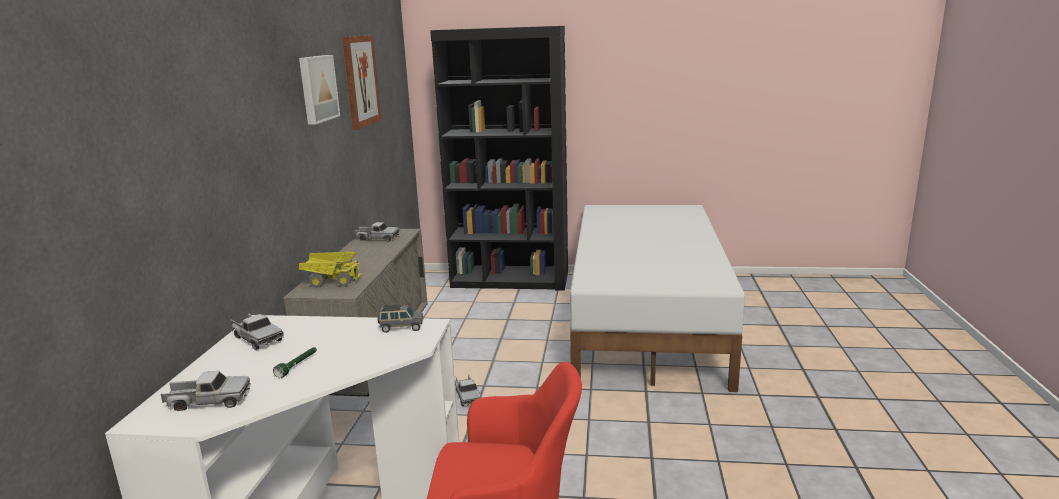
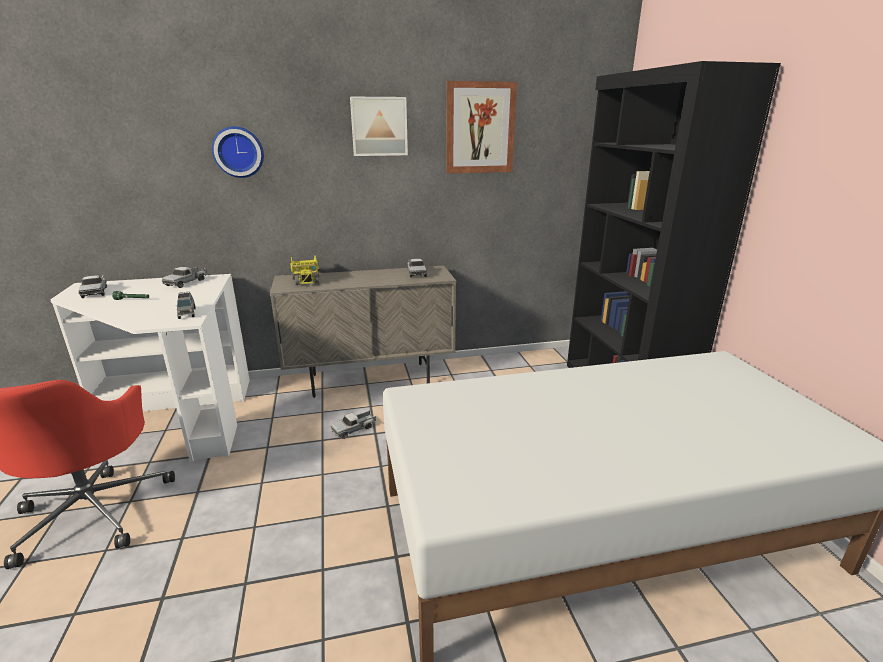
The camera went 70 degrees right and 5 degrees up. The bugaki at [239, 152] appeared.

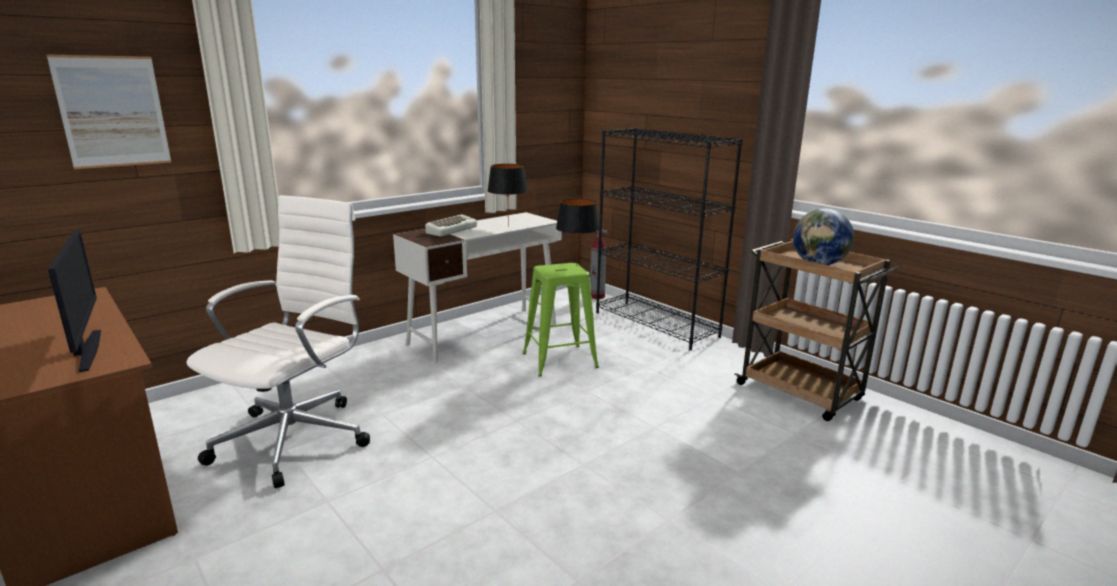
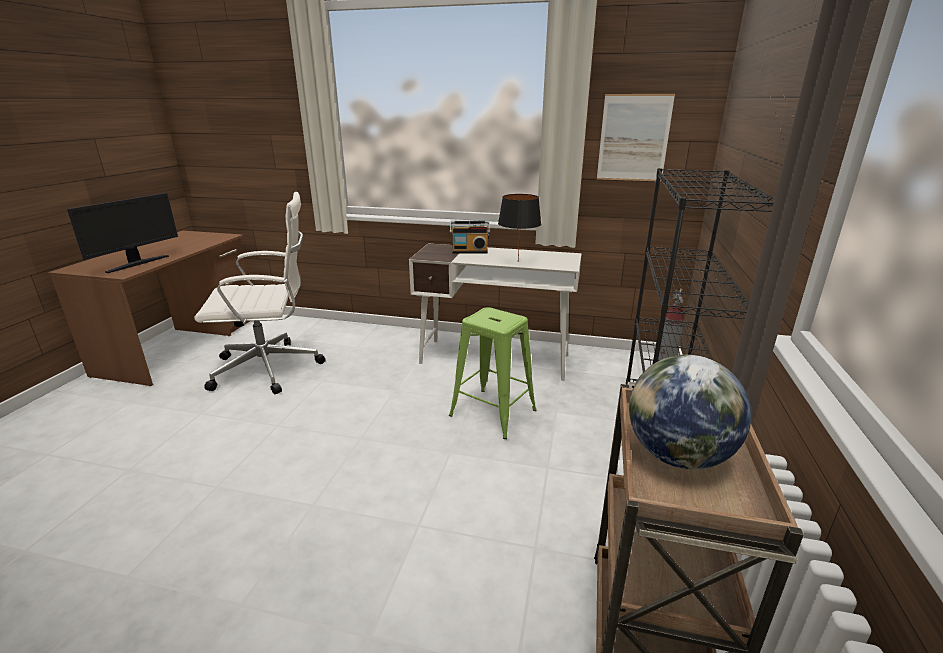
The camera went 55 degrees right and 5 degrees up. The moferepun moved from [113, 112] to [633, 138]. The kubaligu at [451, 230] was replaced by the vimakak at [469, 251]. The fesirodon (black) at [577, 266] disappeared.

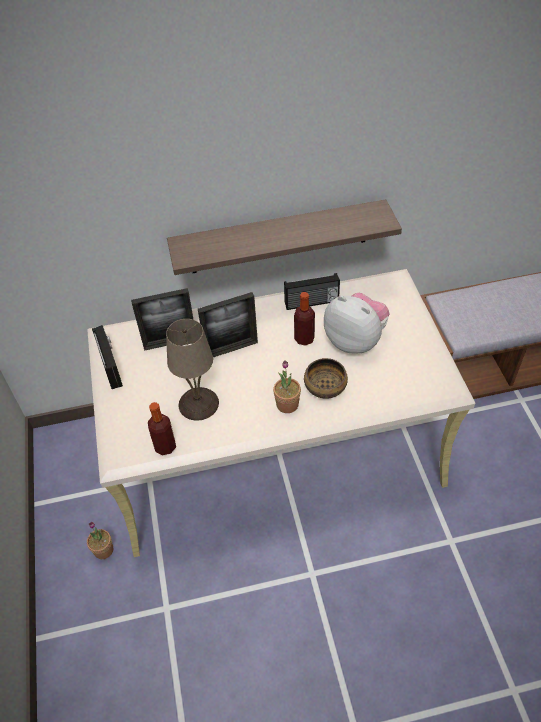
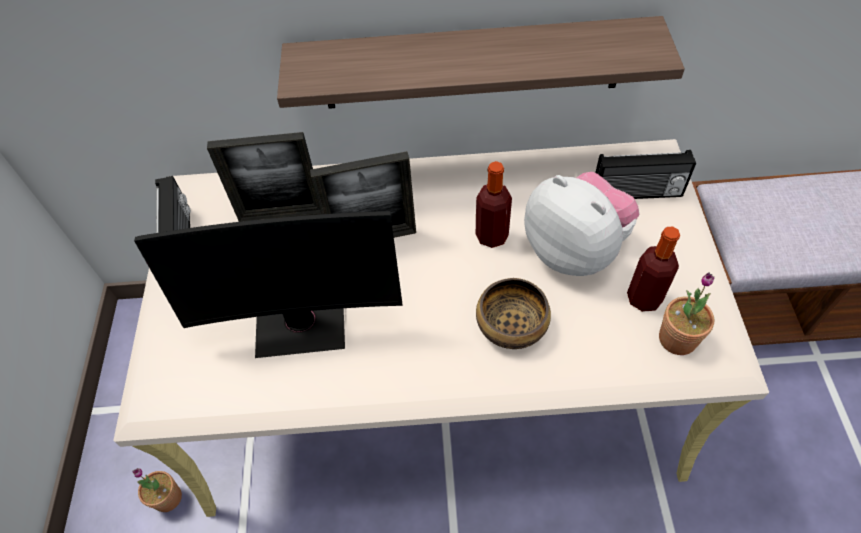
The camera went 10 degrees right and 5 degrees up. The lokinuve moved from [165, 446] to [644, 298]. The fesirodon (beige) at [199, 403] was replaced by the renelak at [301, 324]. The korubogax moved from [287, 404] to [677, 339]. The vimakak moved from [311, 303] to [637, 193].

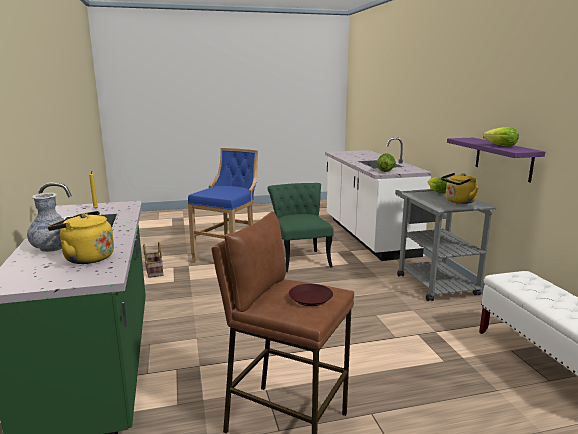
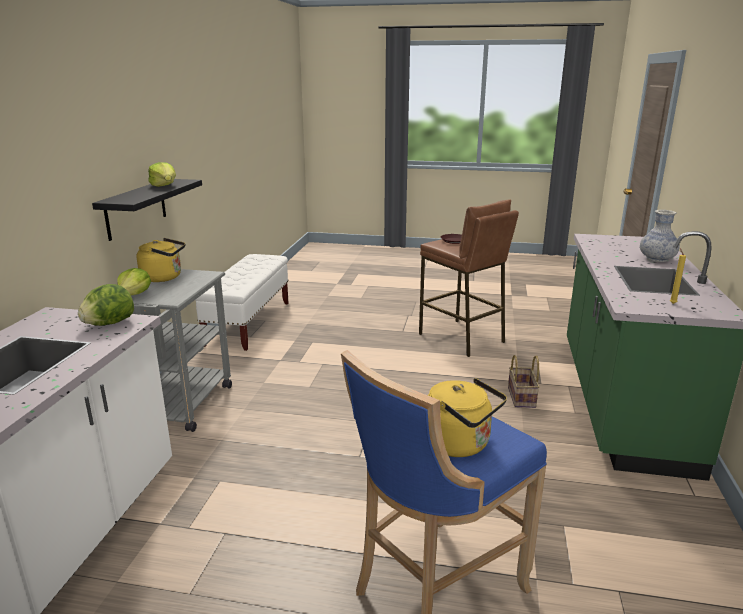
The camera went 155 degrees left and 5 degrees up. The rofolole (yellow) moved from [86, 258] to [460, 444]. The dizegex moved from [153, 271] to [522, 398]. The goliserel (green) at [300, 258] disappeared. The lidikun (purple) at [503, 158] became the lidikun (black) at [136, 208].

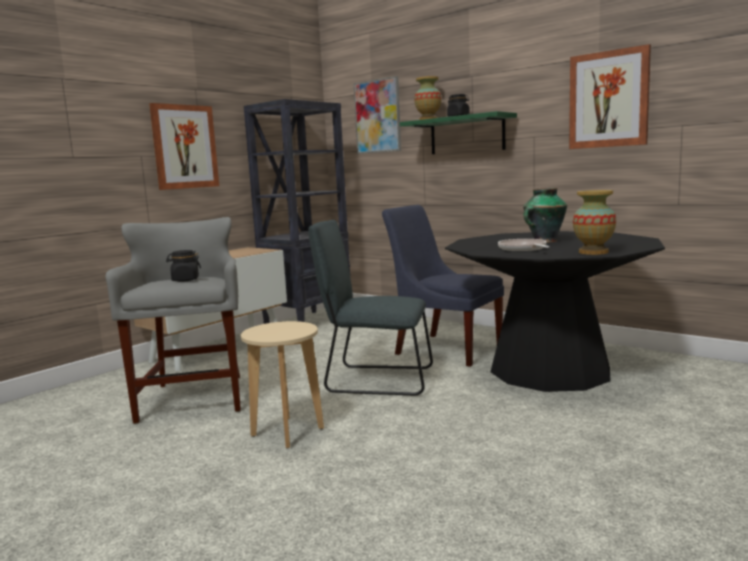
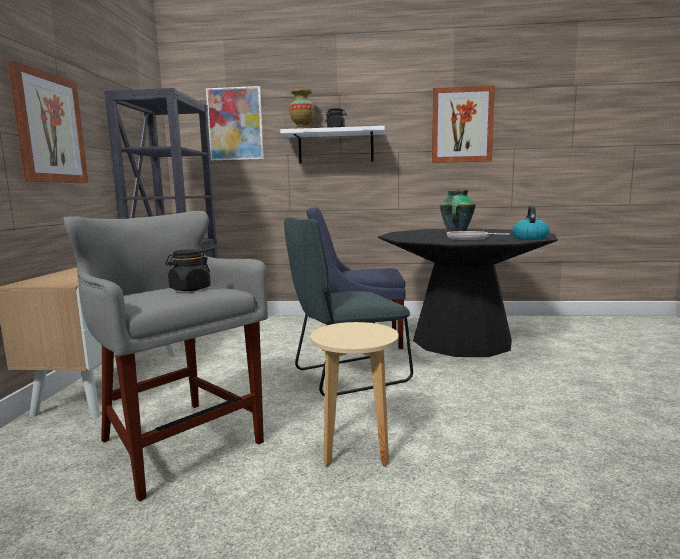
The camera went 35 degrees left and 0 degrees up. The lidikun (green) at [467, 135] became the lidikun (white) at [335, 147]. The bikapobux at [593, 252] was replaced by the rofolole at [529, 238].

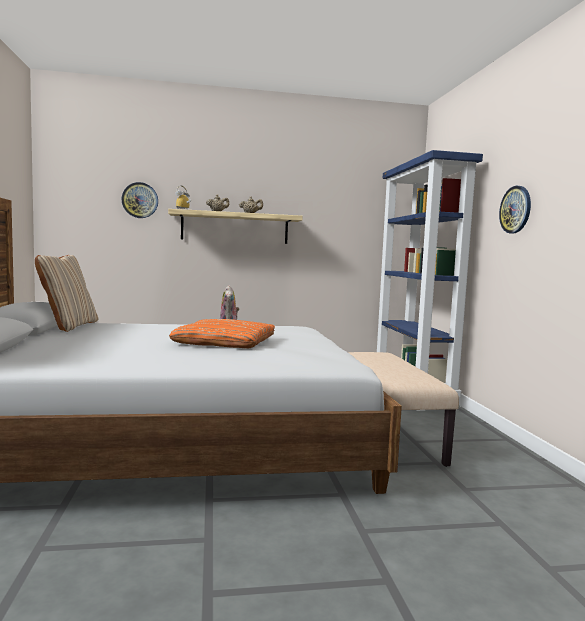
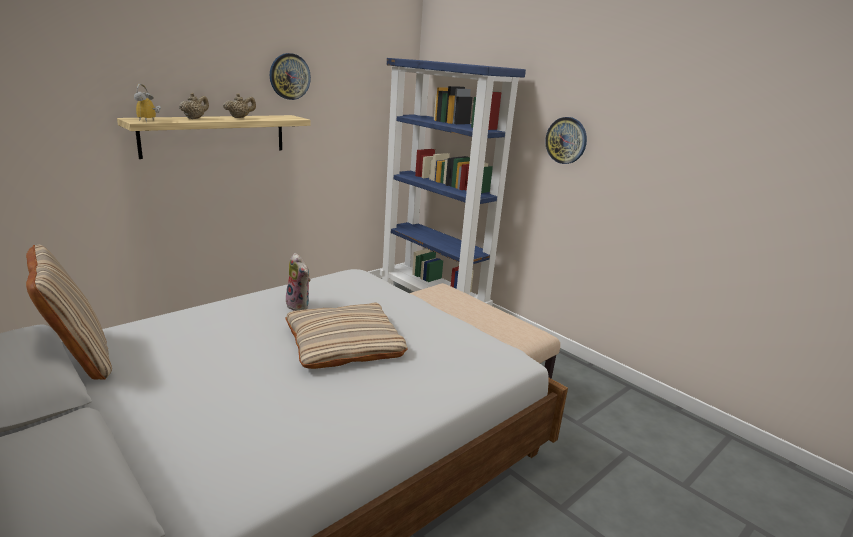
The camera went 35 degrees left and 15 degrees up. The bugaki moved from [140, 200] to [289, 76]. The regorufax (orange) at [224, 342] became the regorufax (beige) at [344, 343].

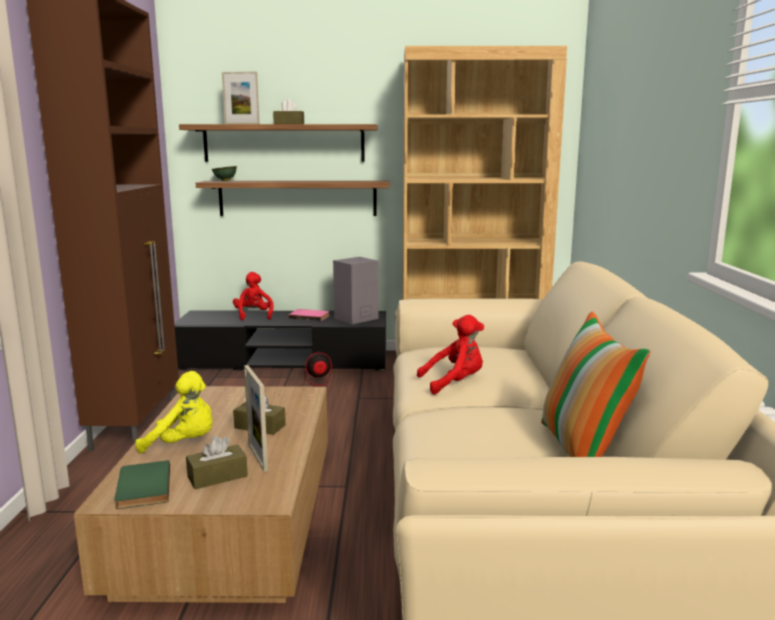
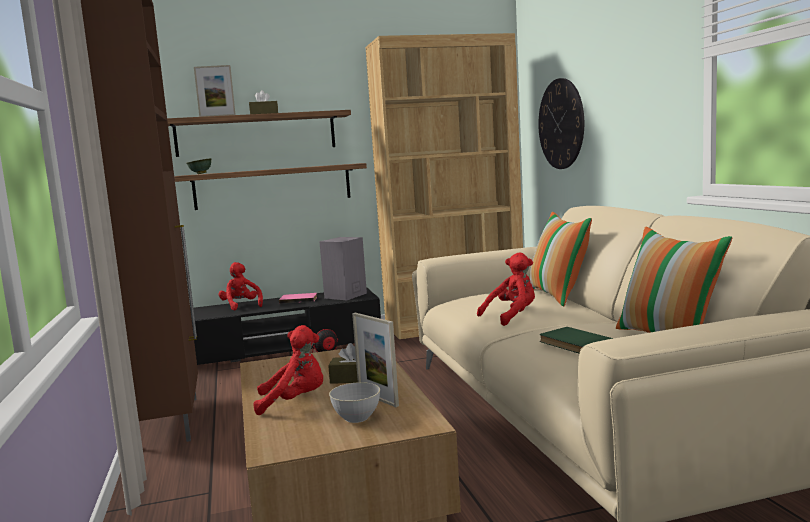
The camera went 15 degrees left and 5 degrees down. The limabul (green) moved from [141, 487] to [574, 344]. The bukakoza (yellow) at [184, 444] became the bukakoza (red) at [295, 402]. The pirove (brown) at [217, 476] was replaced by the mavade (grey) at [356, 418]. The regorufax at [558, 296] appeared. The bugaki at [561, 124] appeared.

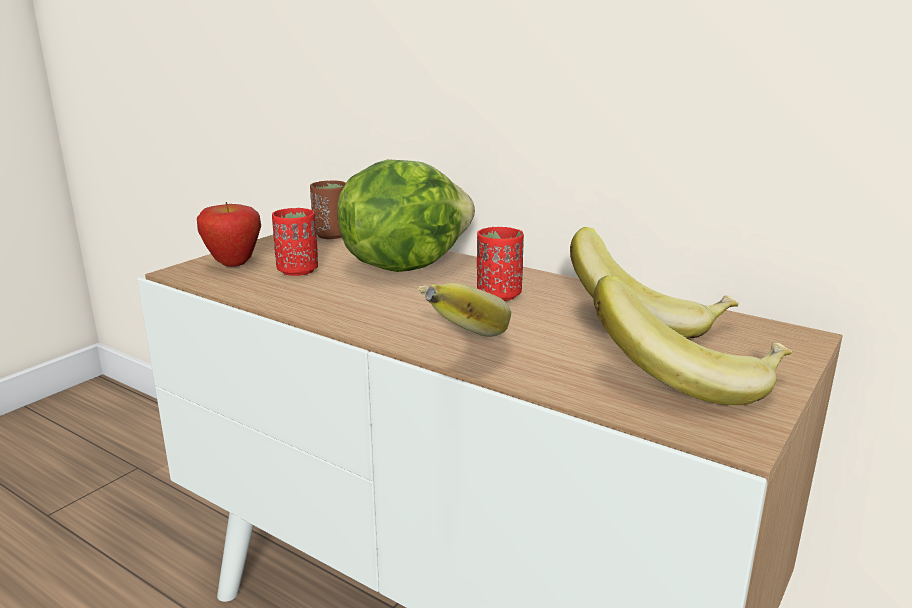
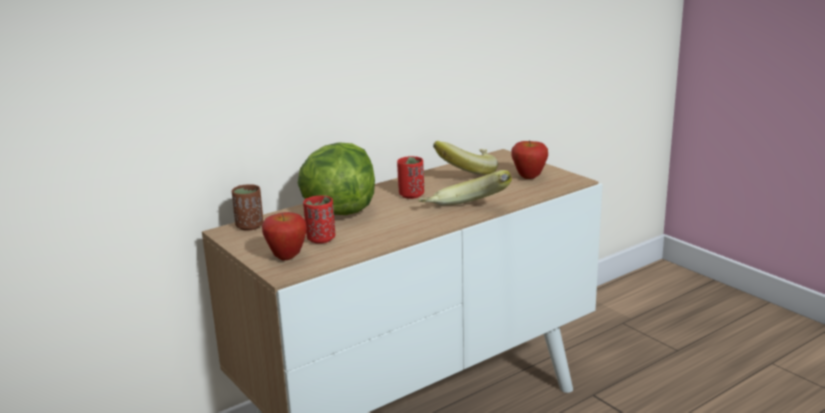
The camera went 70 degrees left and 0 degrees up. The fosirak at [688, 379] was replaced by the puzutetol at [529, 177].

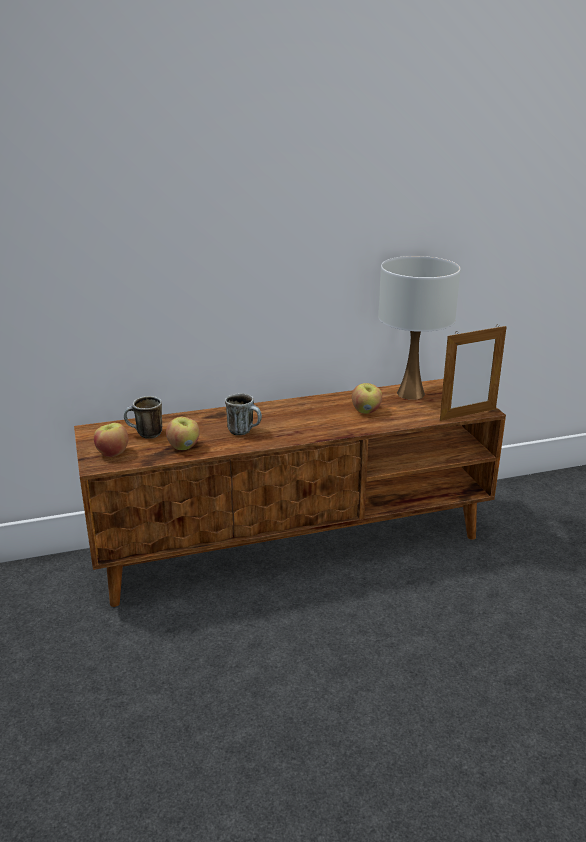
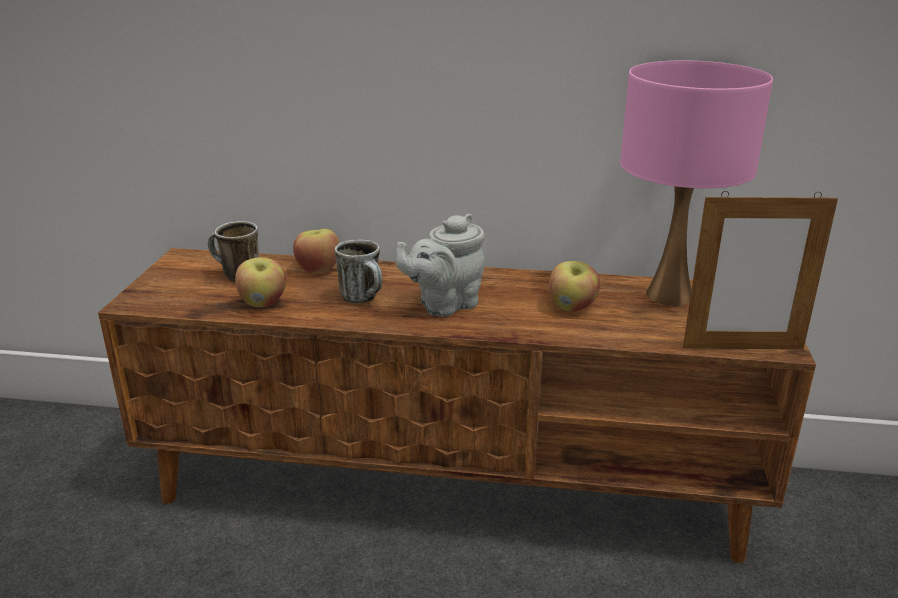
The camera went 25 degrees right and 0 degrees up. The puzutetol moved from [112, 453] to [318, 269]. The fesirodon (white) at [411, 393] became the fesirodon (pink) at [670, 295]. The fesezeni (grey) at [444, 305] appeared.

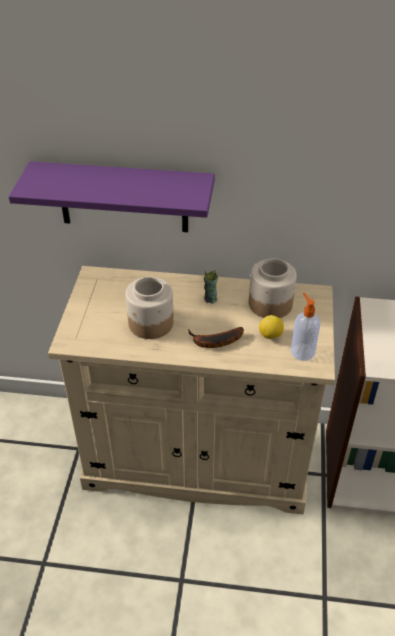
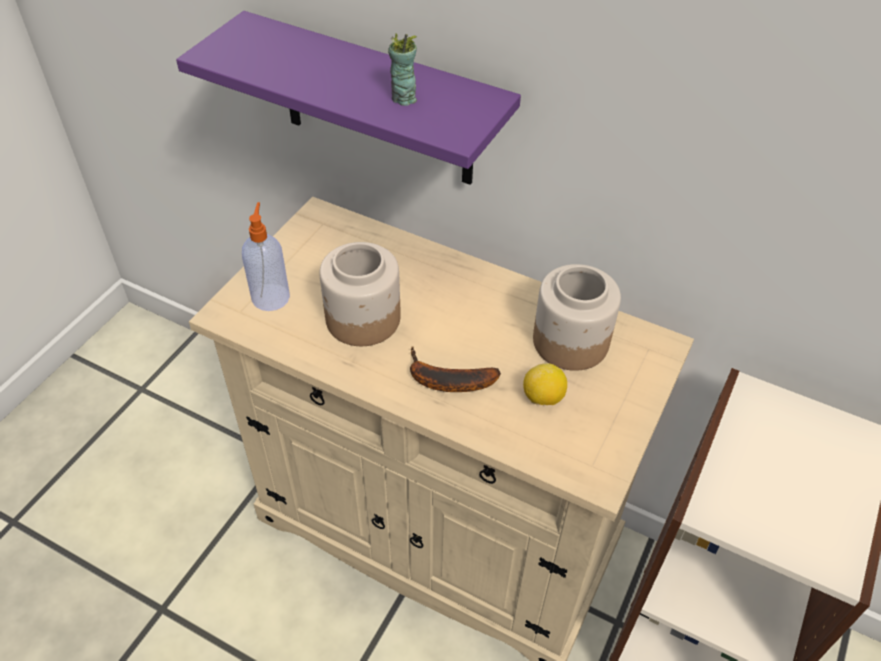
The camera went 20 degrees right and 5 degrees up. The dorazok moved from [210, 299] to [403, 98]. The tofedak moved from [302, 351] to [271, 296].

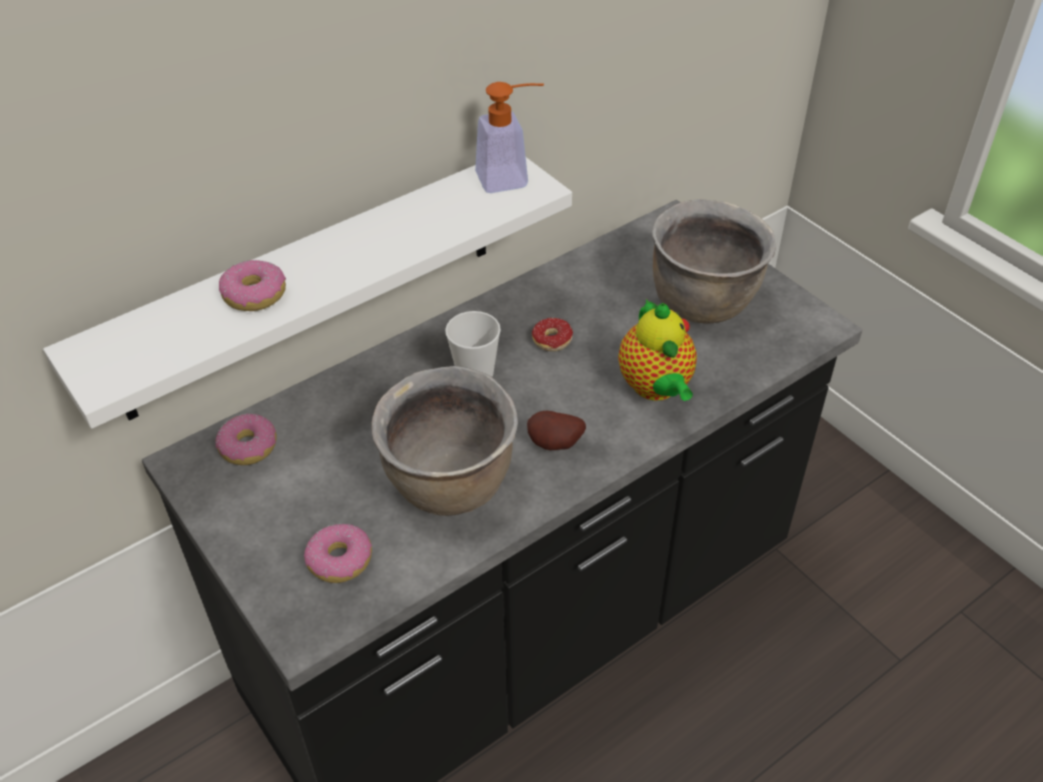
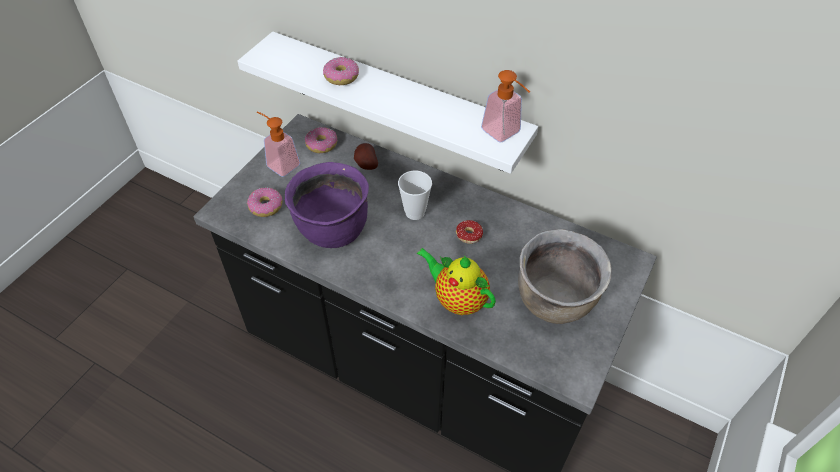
The camera went 65 degrees right and 5 degrees up. The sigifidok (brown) at [450, 485] became the sigifidok (purple) at [332, 230]. The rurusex moved from [555, 445] to [365, 165]. The fesezeni at [656, 388] turned 75 degrees clockwise. The tofedak at [279, 163] appeared.

